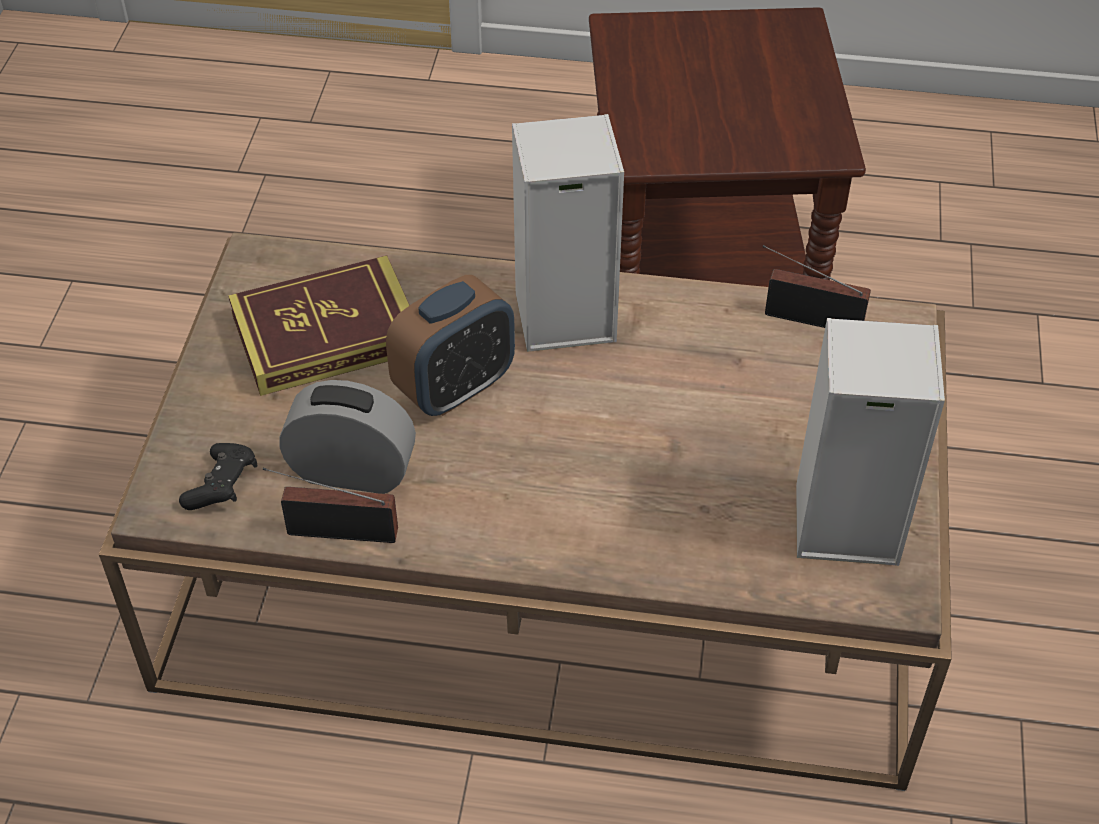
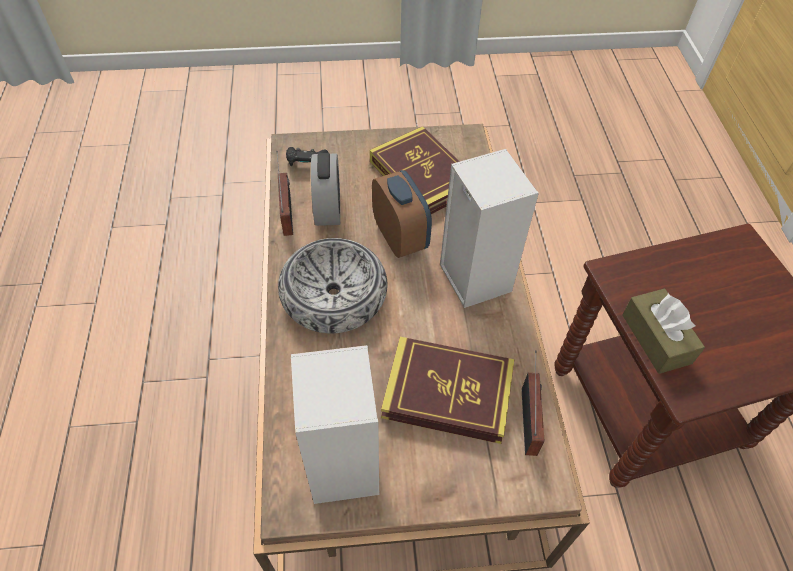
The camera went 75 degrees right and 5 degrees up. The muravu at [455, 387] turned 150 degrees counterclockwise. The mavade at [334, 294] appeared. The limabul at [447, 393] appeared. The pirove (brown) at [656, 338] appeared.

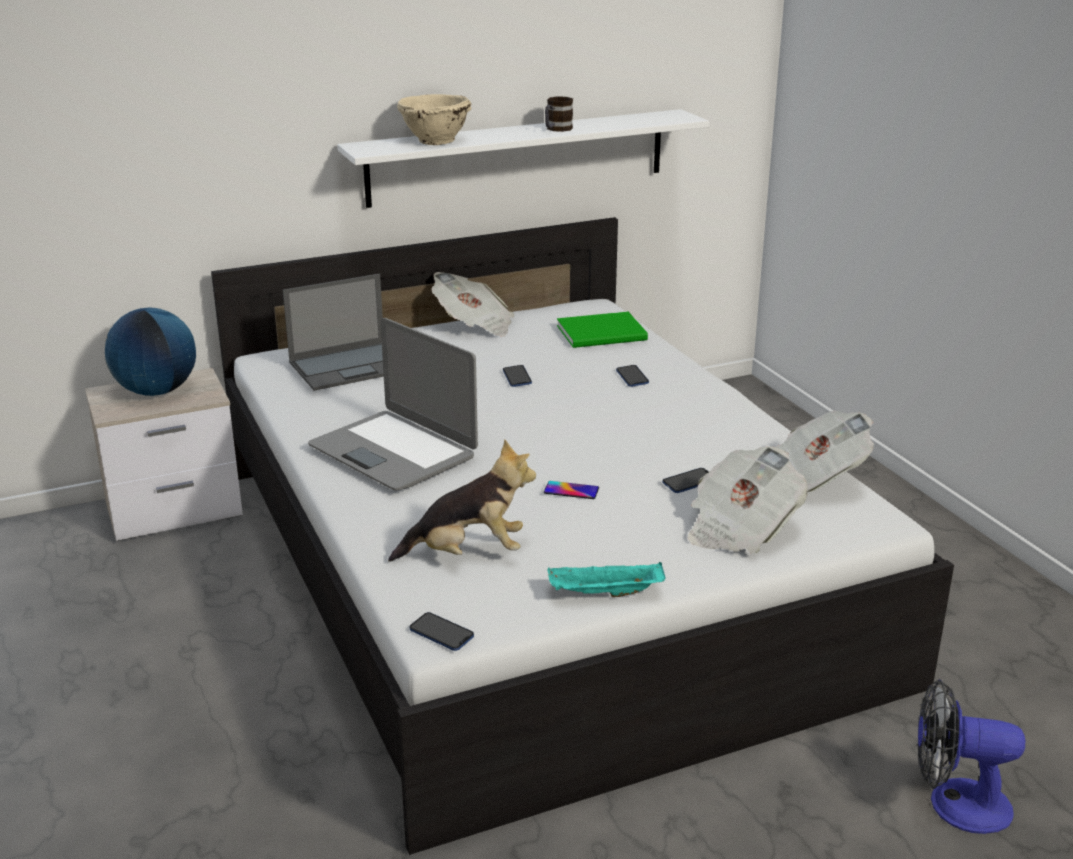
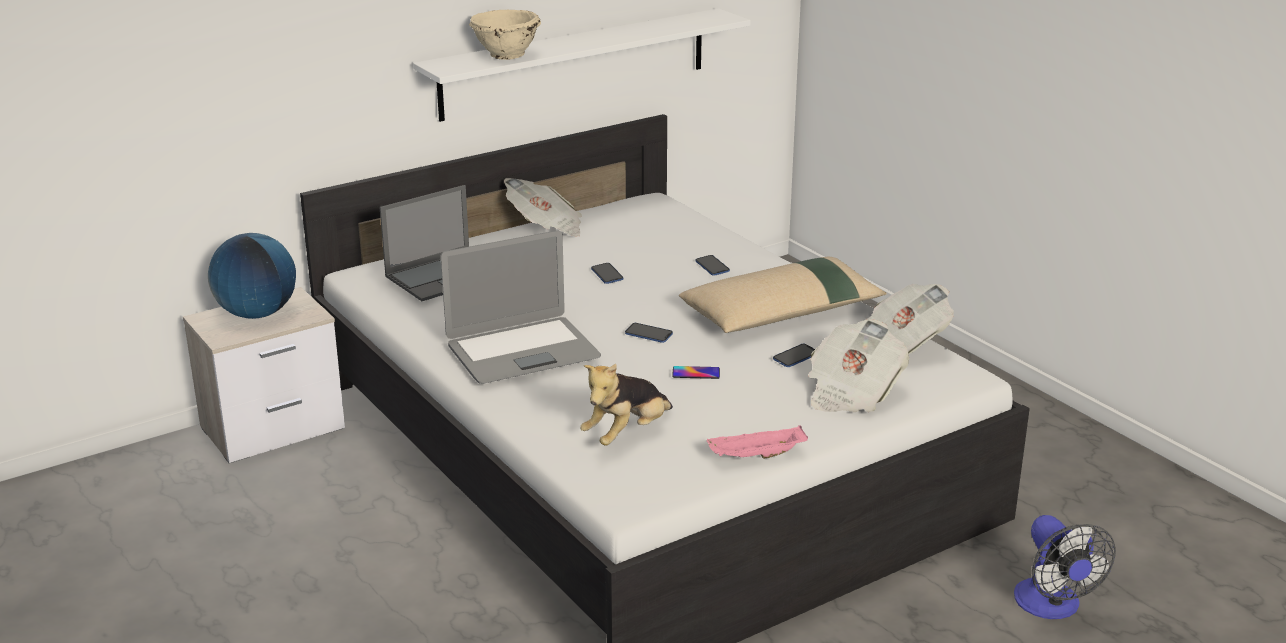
The camera went 10 degrees left and 0 degrees up. The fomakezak at [394, 451] turned 60 degrees counterclockwise. The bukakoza at [468, 553] turned 150 degrees clockwise. The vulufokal moved from [441, 633] to [648, 334]. The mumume at [556, 129] disappeared. The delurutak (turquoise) at [604, 594] became the delurutak (pink) at [756, 457]. The limabul (green) at [604, 333] disappeared. The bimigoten at [955, 804] turned 105 degrees counterclockwise. The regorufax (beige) at [783, 312] appeared.

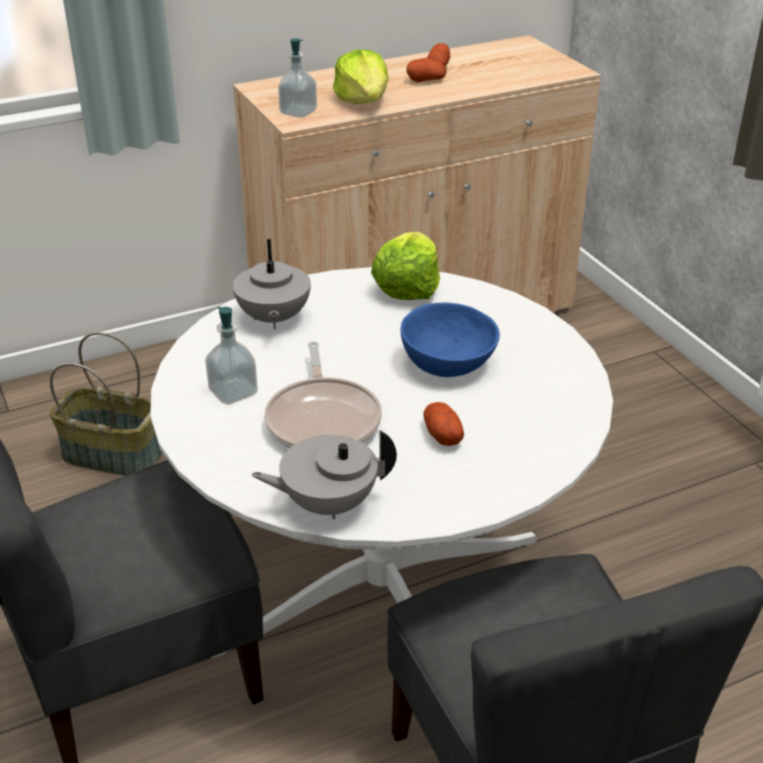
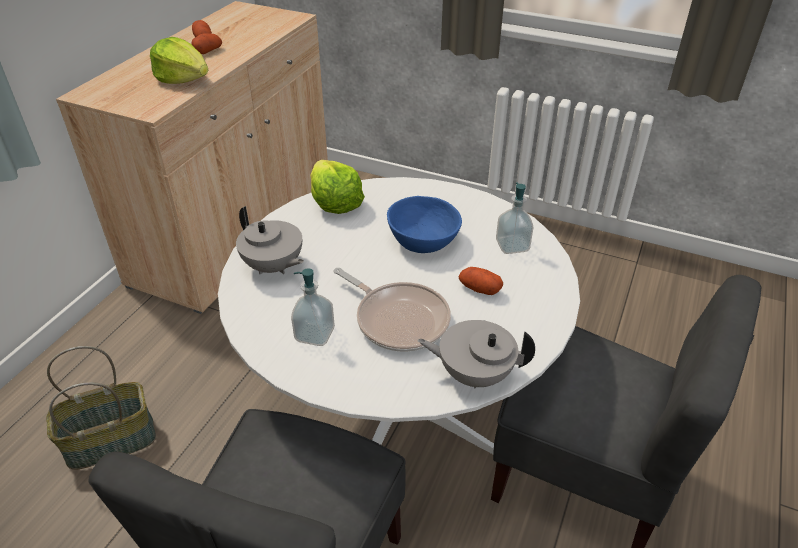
The camera went 40 degrees left and 5 degrees up. The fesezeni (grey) at [328, 503] turned 60 degrees clockwise. The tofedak moved from [298, 112] to [512, 246].

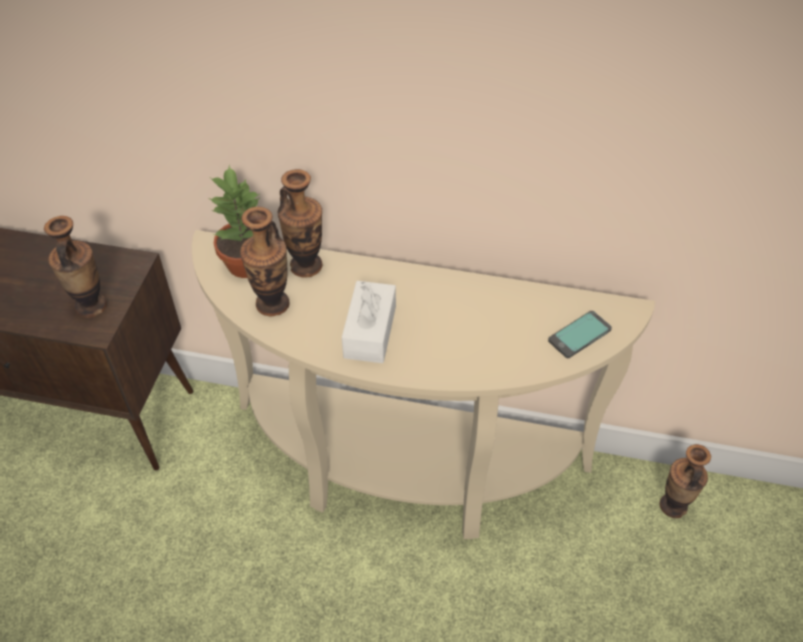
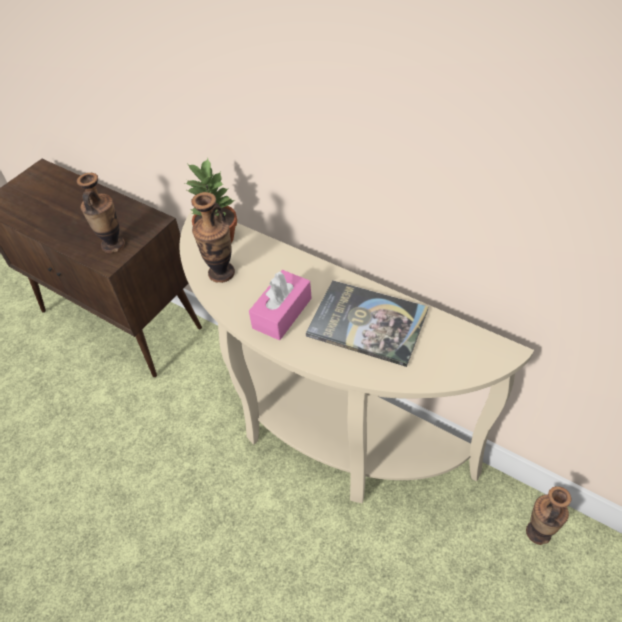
The camera went 25 degrees right and 0 degrees up. The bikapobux at [306, 266] disappeared. The pirove (white) at [370, 332] became the pirove (pink) at [282, 313]. The vulufokal at [580, 335] disappeared. The limabul at [367, 323] appeared.

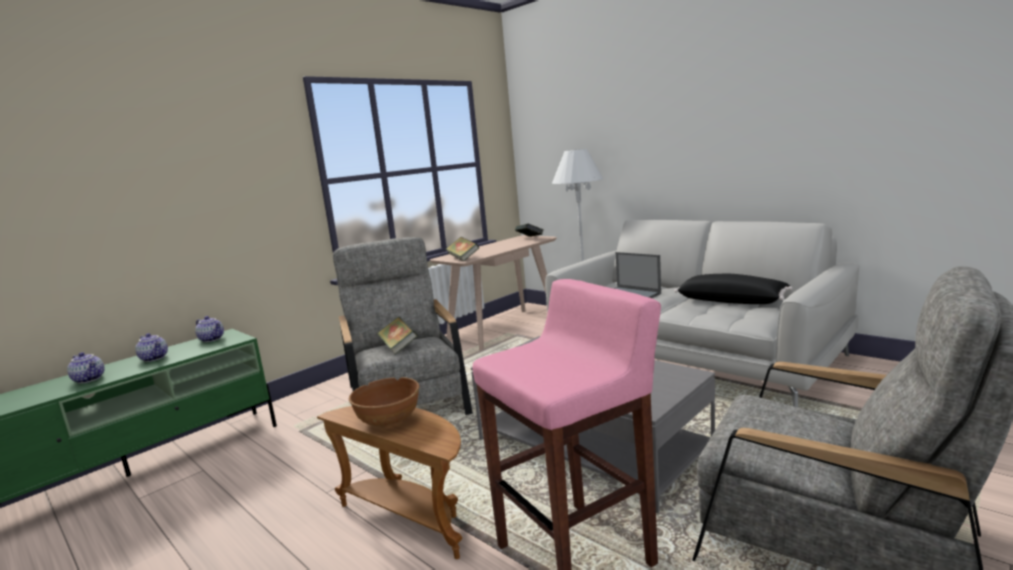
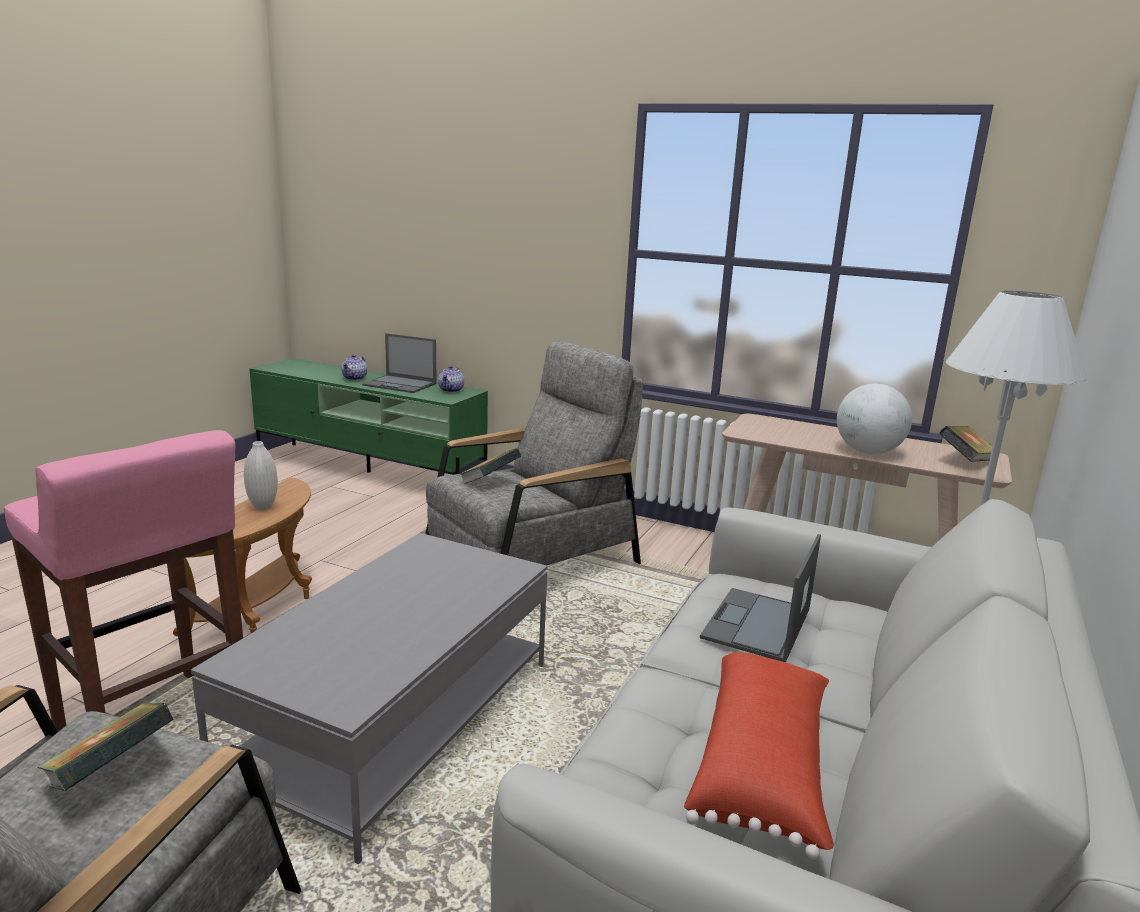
The camera went 70 degrees right and 5 degrees up. The fesezeni at [155, 358] was replaced by the fomakezak at [400, 384]. The mavade (brown) at [388, 420] was replaced by the bikapobux (white) at [263, 507]. The limabul moved from [463, 258] to [111, 773]. The regorufax (black) at [732, 301] became the regorufax (red) at [763, 768]. The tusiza at [867, 452] appeared.

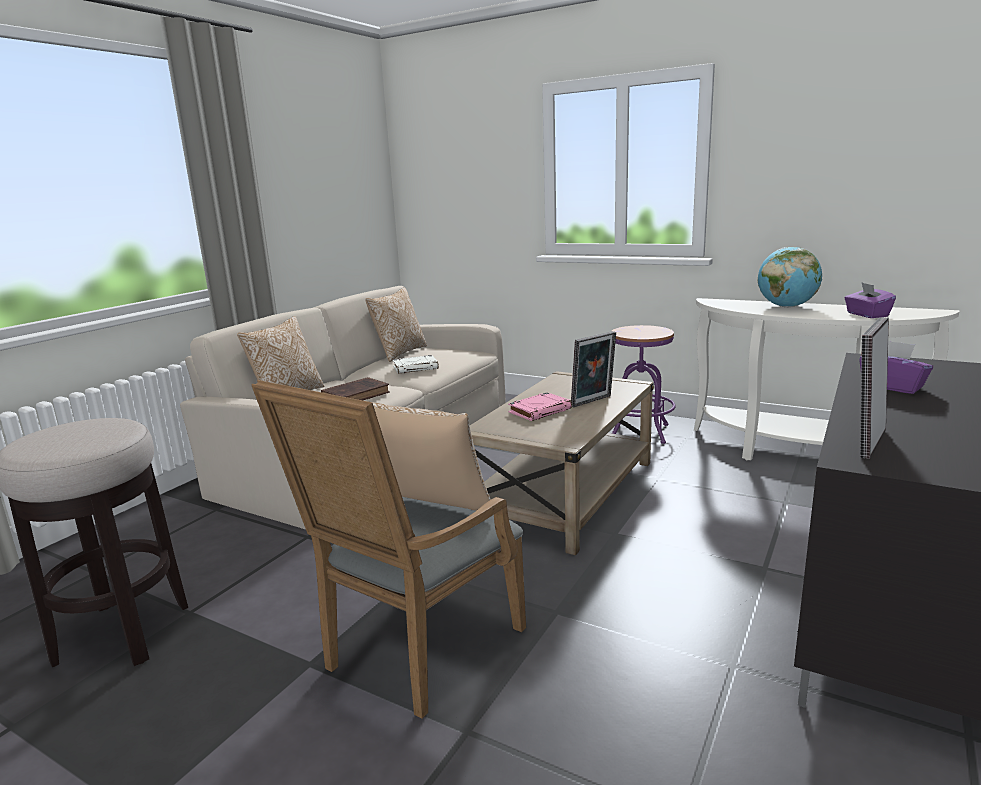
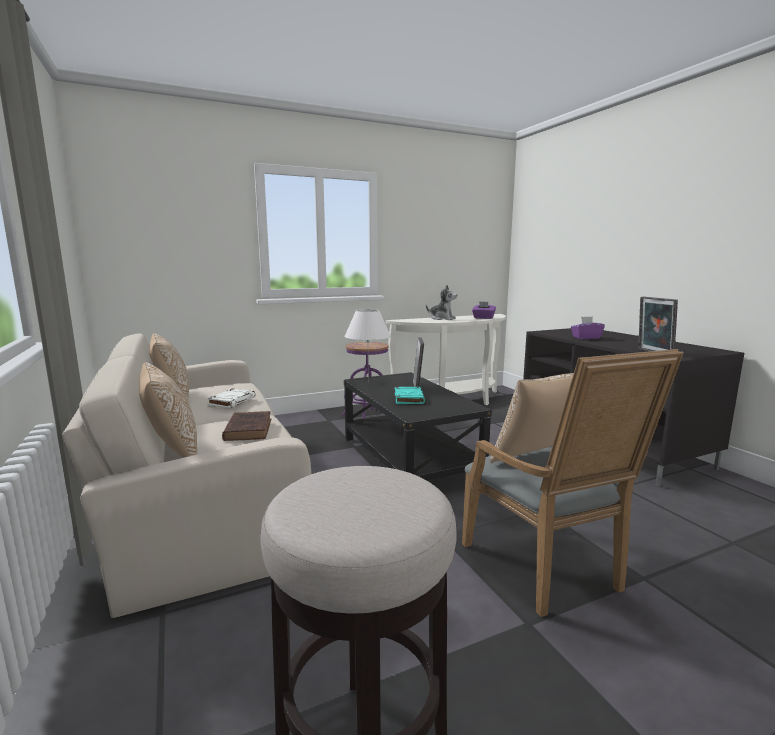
The camera went 55 degrees left and 5 degrees down. The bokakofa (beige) at [565, 493] became the bokakofa (black) at [408, 458]. The limabul (pink) at [540, 410] became the limabul (turquoise) at [408, 398]. The tusiza at [786, 306] was replaced by the bukakoza at [442, 318]. The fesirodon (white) at [368, 382] appeared.

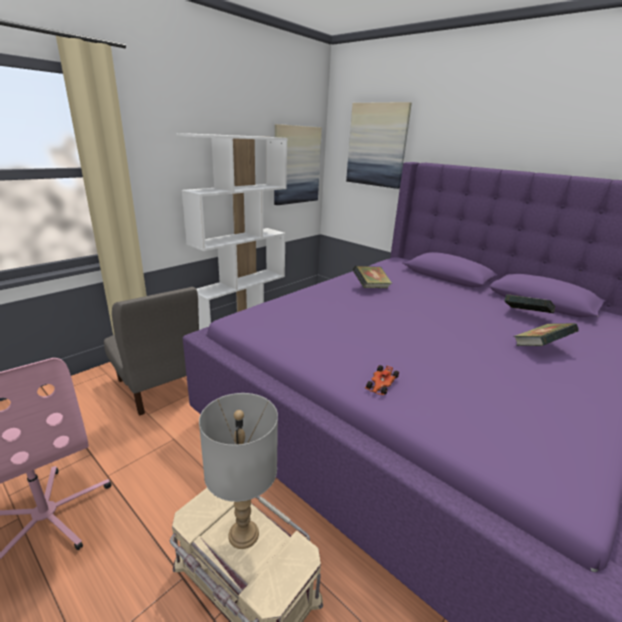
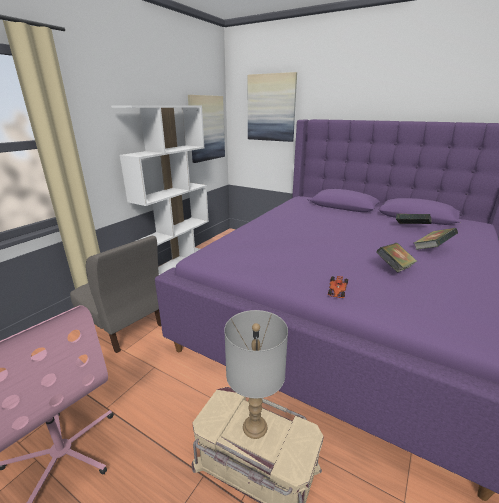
The camera went 10 degrees left and 0 degrees up. The limabul moved from [371, 288] to [394, 268].

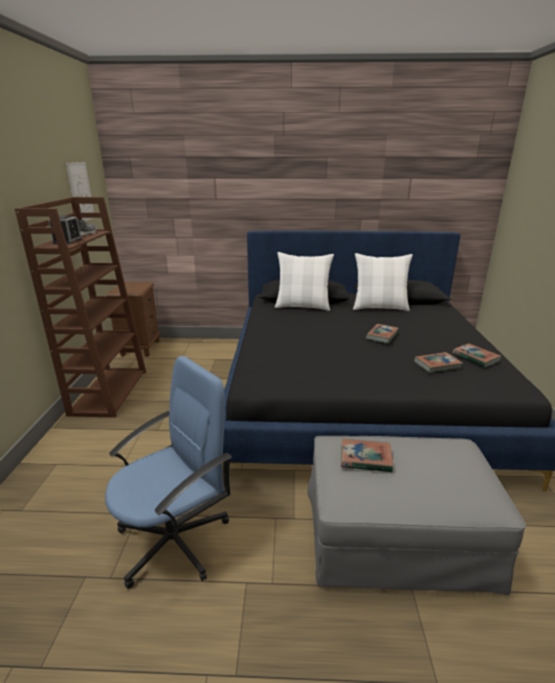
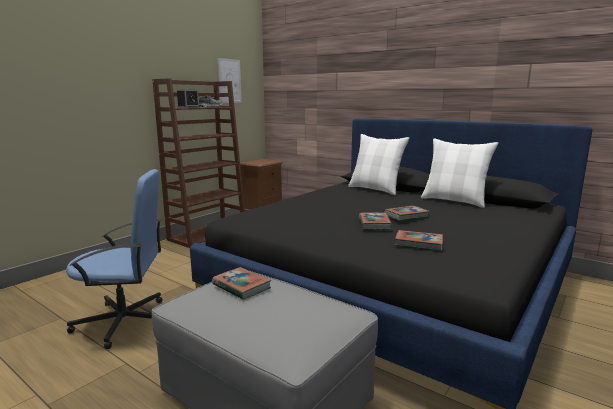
The camera went 35 degrees right and 10 degrees down. The limabul moved from [475, 358] to [374, 224].

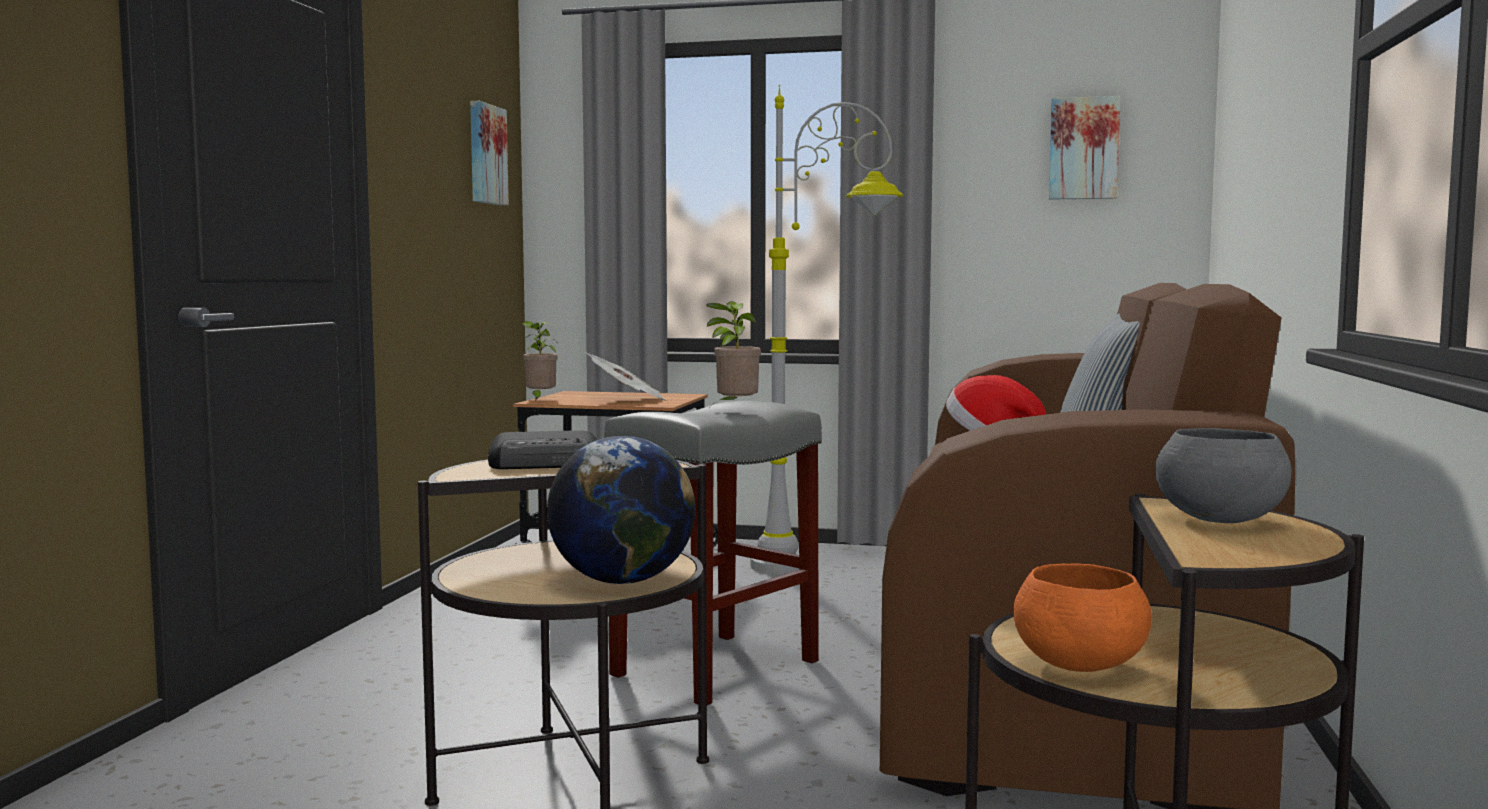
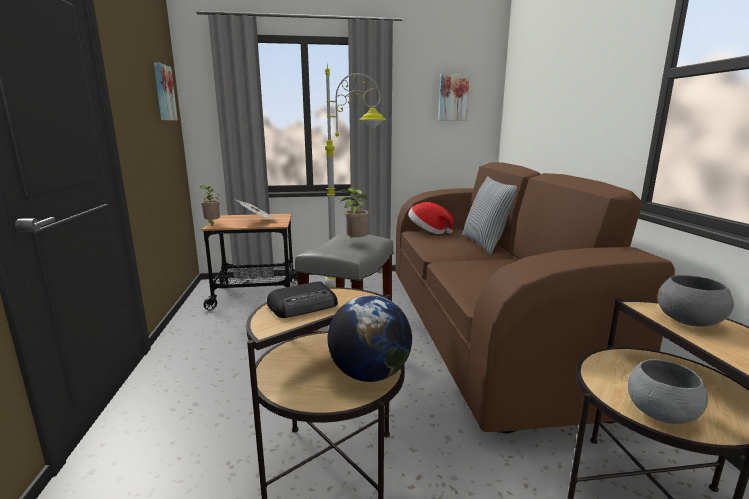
The camera went 20 degrees left and 10 degrees up. The mavade (orange) at [1078, 665] became the mavade (grey) at [659, 413].

